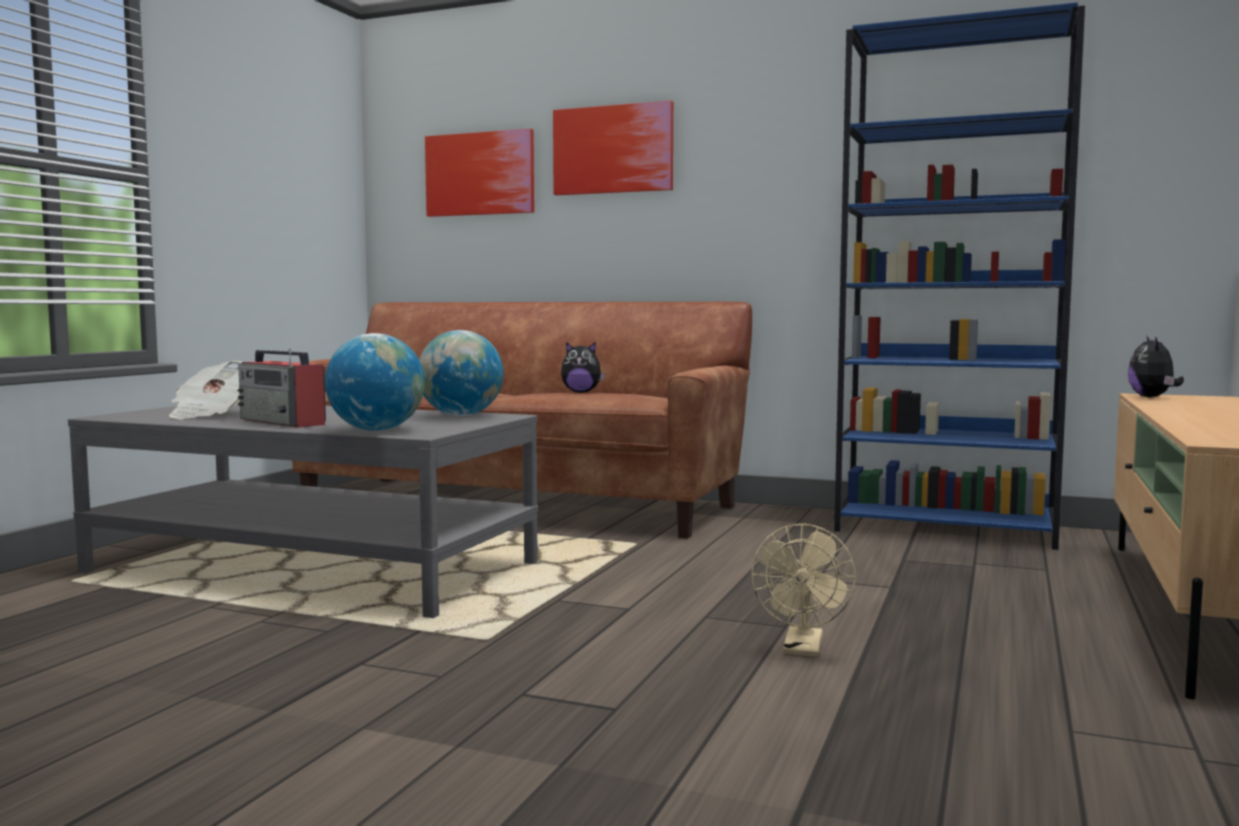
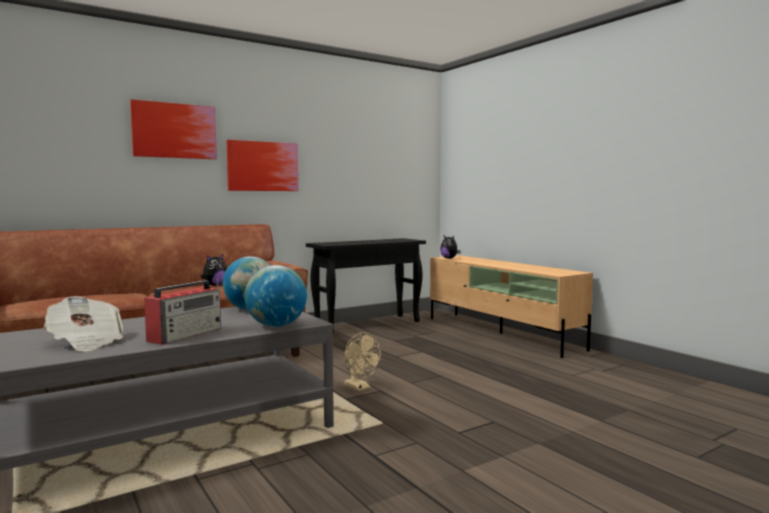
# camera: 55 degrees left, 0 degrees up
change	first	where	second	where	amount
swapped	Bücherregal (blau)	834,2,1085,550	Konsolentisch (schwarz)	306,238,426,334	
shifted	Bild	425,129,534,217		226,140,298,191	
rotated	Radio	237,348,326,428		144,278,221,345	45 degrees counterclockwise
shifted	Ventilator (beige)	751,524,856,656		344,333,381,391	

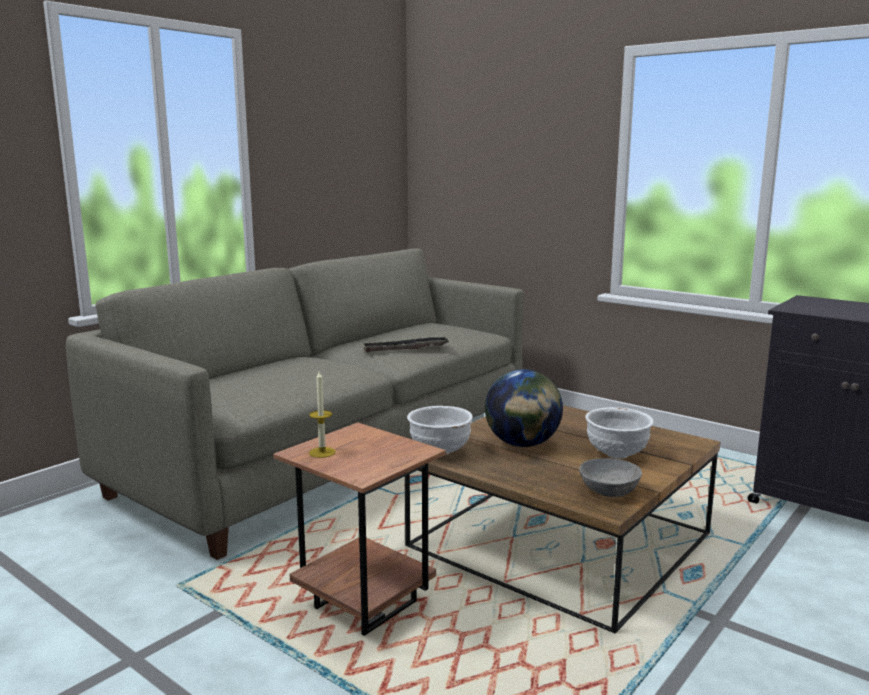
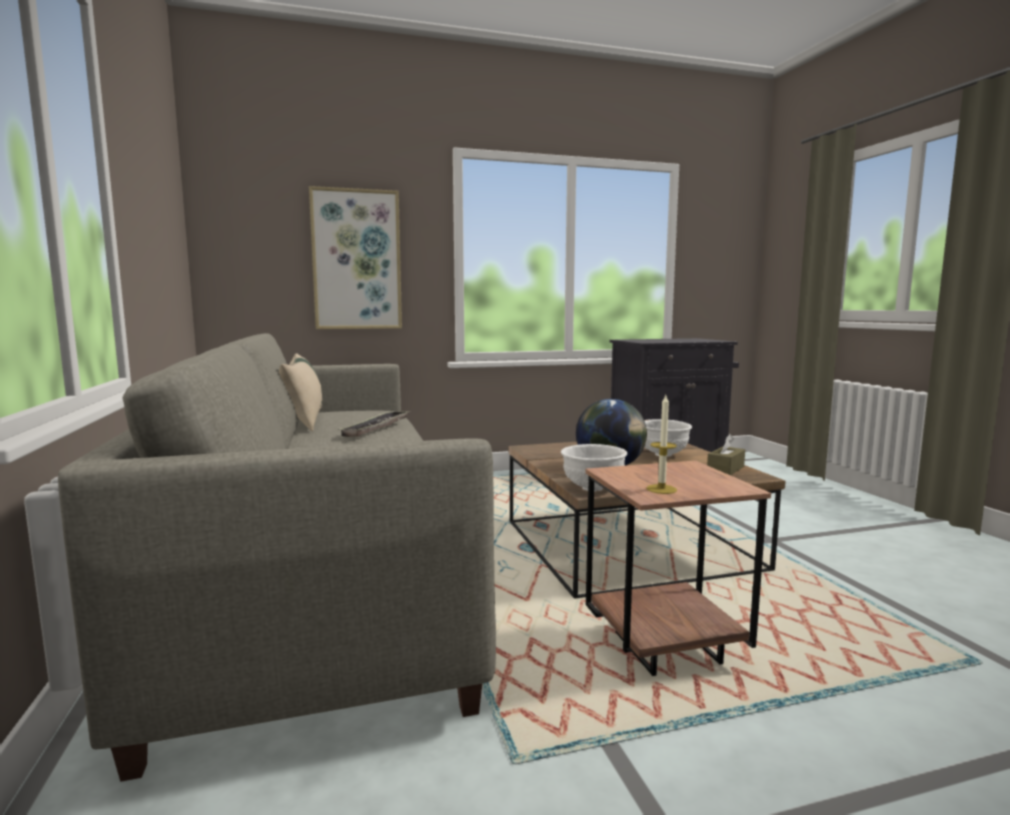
# camera: 55 degrees left, 5 degrees down
change	first	where	second	where	amount
swapped	Schüssel (grau)	579,458,642,497	Taschentuchbox (braun)	707,434,745,475	
new			Bild	309,186,402,329	
new			Kissen (beige)	279,353,322,431	

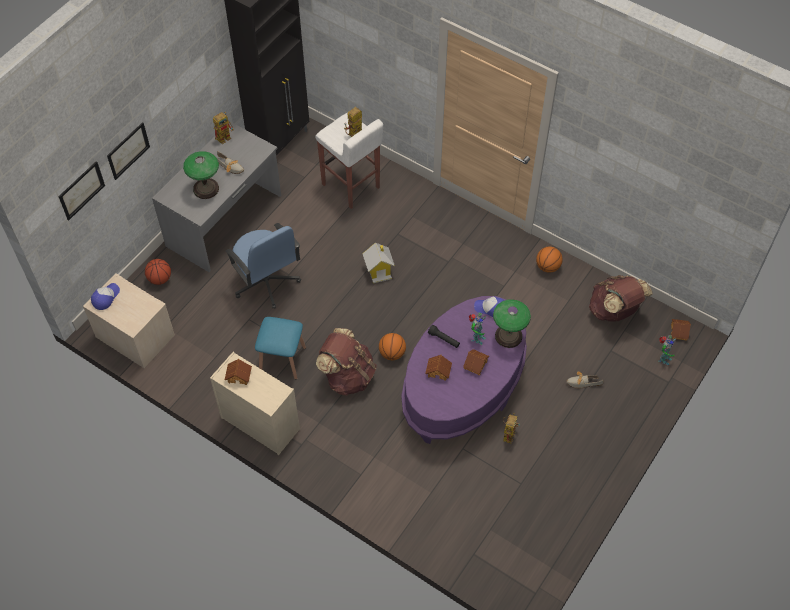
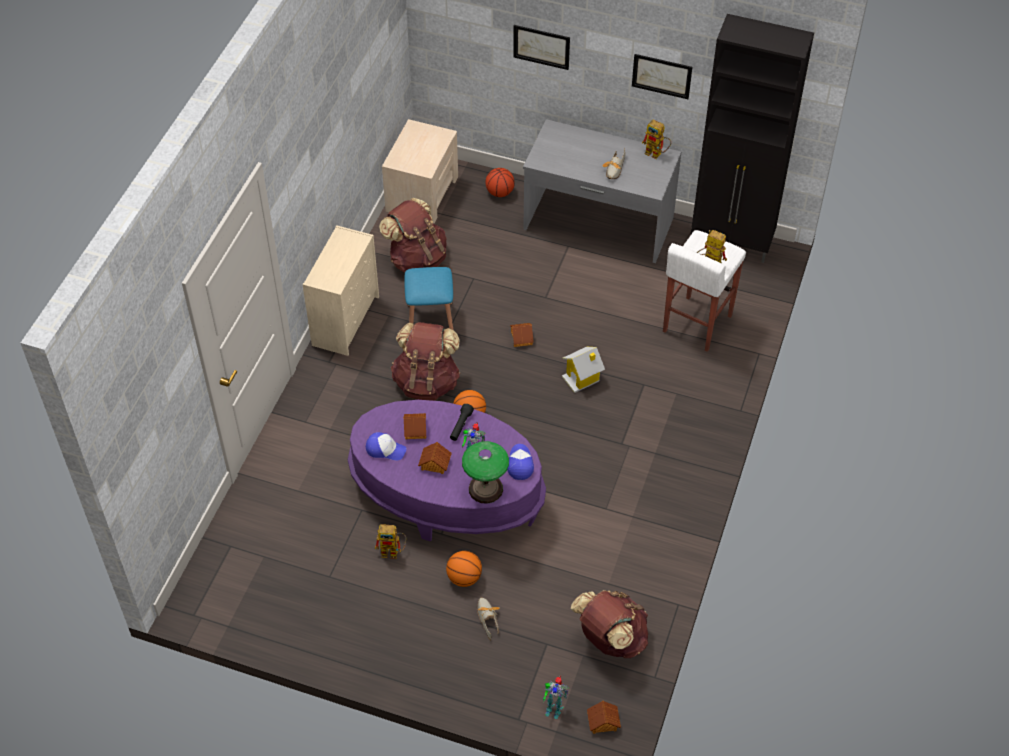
# camera: 75 degrees right, 5 degrees down
change	first	where	second	where	amount
gone	Tischlampe	183,151,219,199			
shifted	Bild	58,161,105,220		632,54,692,99	
gone	Bürostuhl (blau)	225,223,301,309			
shifted	Basketball	536,247,563,273		446,551,482,587	
shifted	Kappe	91,283,120,310		366,432,407,461	
shifted	Spielzeughaus	225,359,252,385		510,323,534,347	
new			Rucksack (braun)	379,198,447,273	

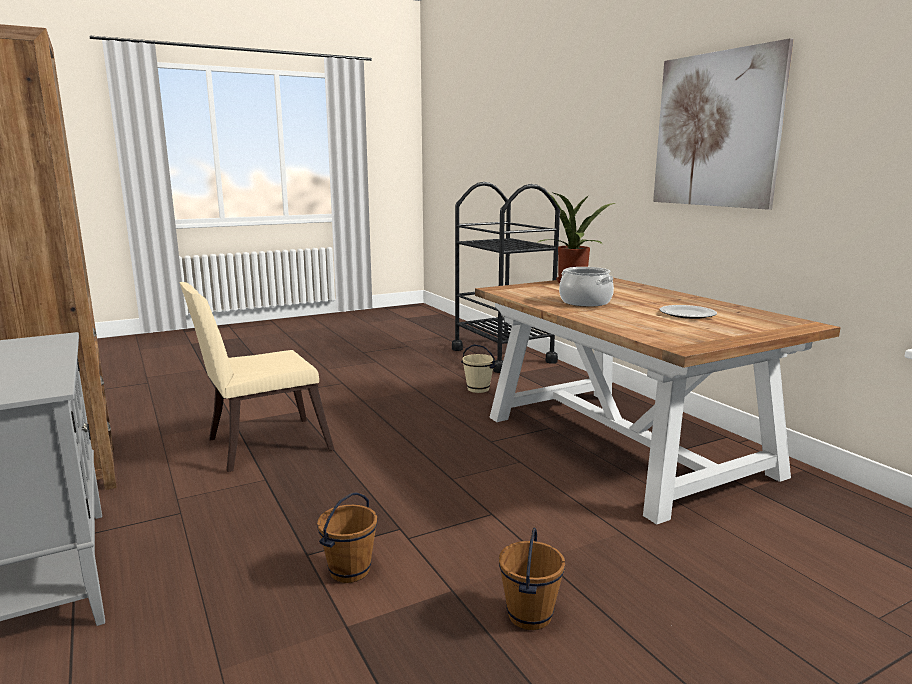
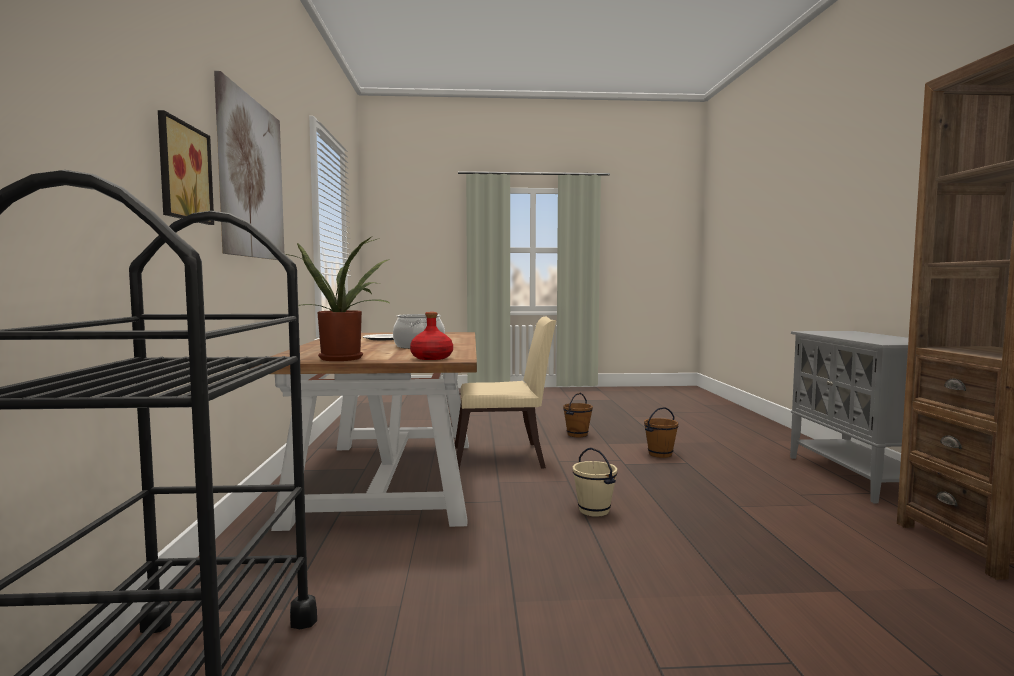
# camera: 155 degrees left, 10 degrees down
change	first	where	second	where	amount
shifted	Stuhl (beige)	179,282,335,472		455,316,556,469	
shifted	Eimer (beige)	461,344,496,393		573,447,617,517	
new			Bild	158,110,214,225	
new			Flasche (rot)	410,312,453,360	

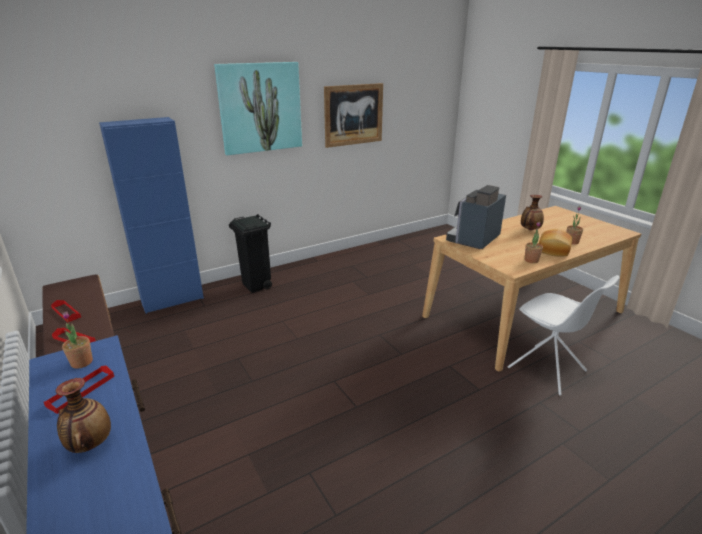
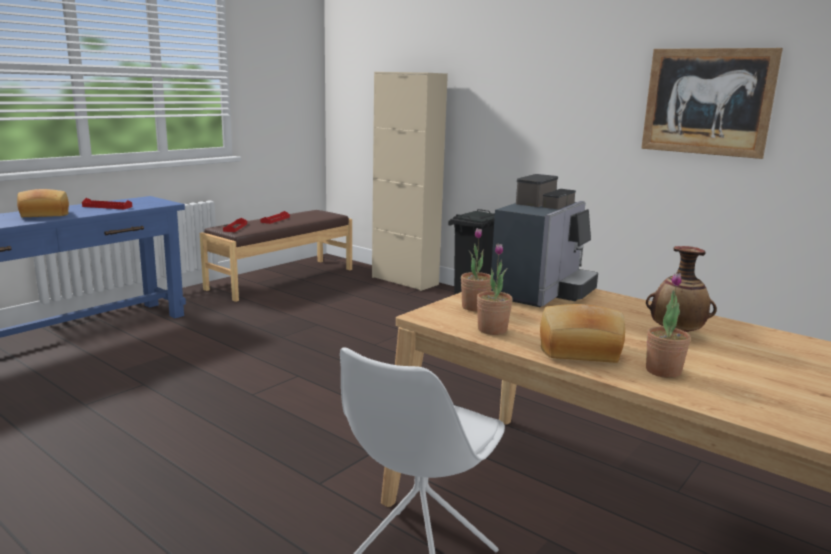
# camera: 70 degrees right, 10 degrees down
change	first	where	second	where	amount
gone	Bild	214,62,302,155			
repainted	Schrank (blau)	99,117,204,314	Schrank (beige)	372,72,448,291	
rotated	Kaffeemaschine	446,185,506,249		491,174,598,307	105 degrees clockwise
shifted	Topfpflanze	62,311,93,369		461,228,492,311	
swapped	Vase	56,378,111,453	Brot	17,189,69,217	

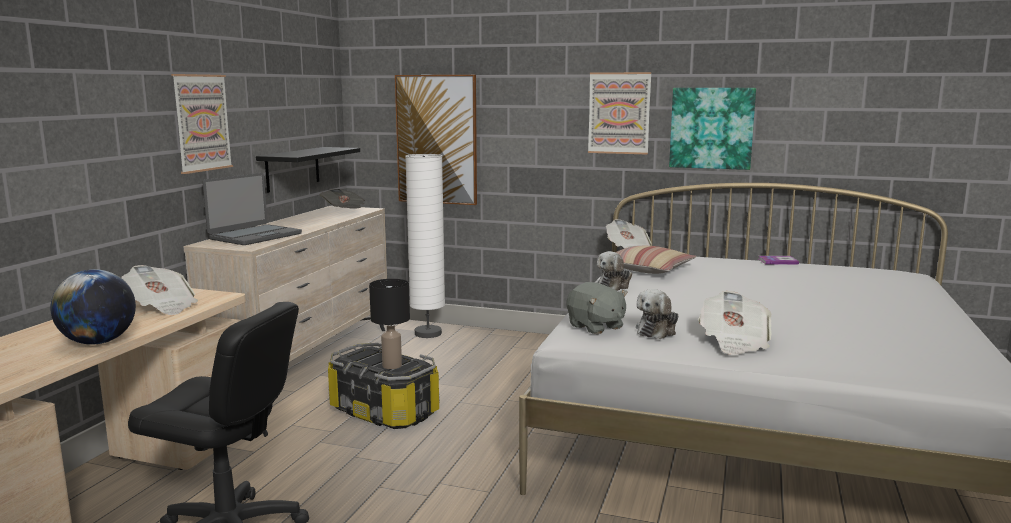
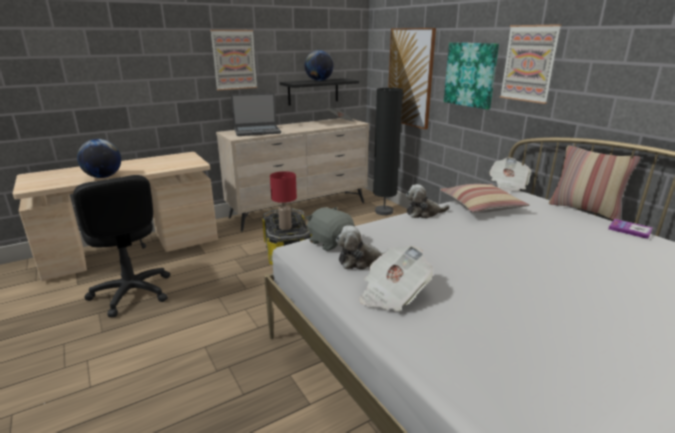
# camera: 40 degrees right, 10 degrees up
change	first	where	second	where	amount
shifted	Bild	669,88,756,170		444,42,499,110	
repainted	Stehlampe (weiß)	405,154,445,338	Stehlampe (schwarz)	373,88,403,215	
gone	Zeitung	122,265,198,315			
repainted	Tischlampe (schwarz)	369,279,410,369	Tischlampe (rot)	270,171,297,230	
rotated	Plüschtier (grau)	566,282,628,334		306,207,355,251	135 degrees clockwise
new			Globus	304,50,334,81	
new			Kissen	549,145,641,220	

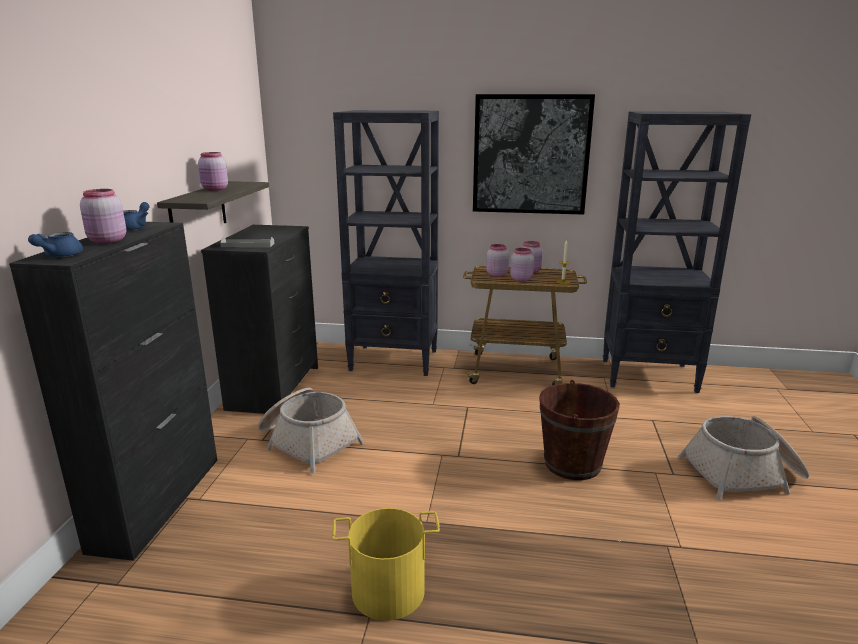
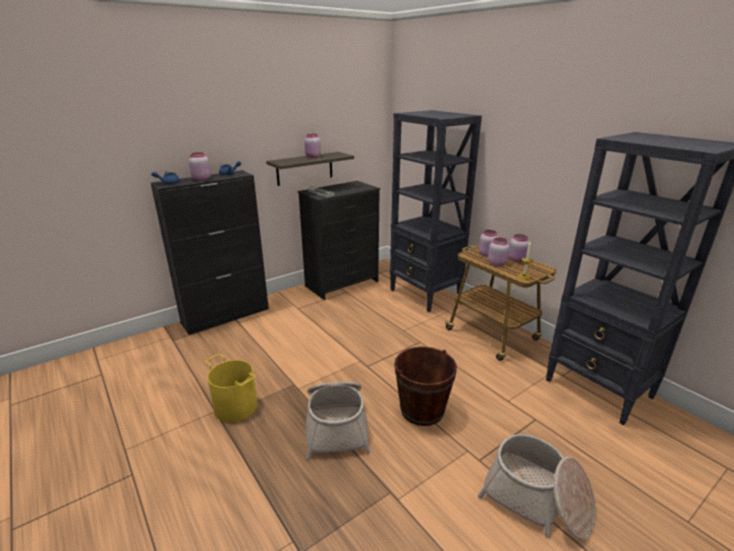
# camera: 45 degrees right, 5 degrees up
change	first	where	second	where	amount
gone	Bild	473,94,595,215			
shifted	Korb	258,388,364,473		306,382,371,460	

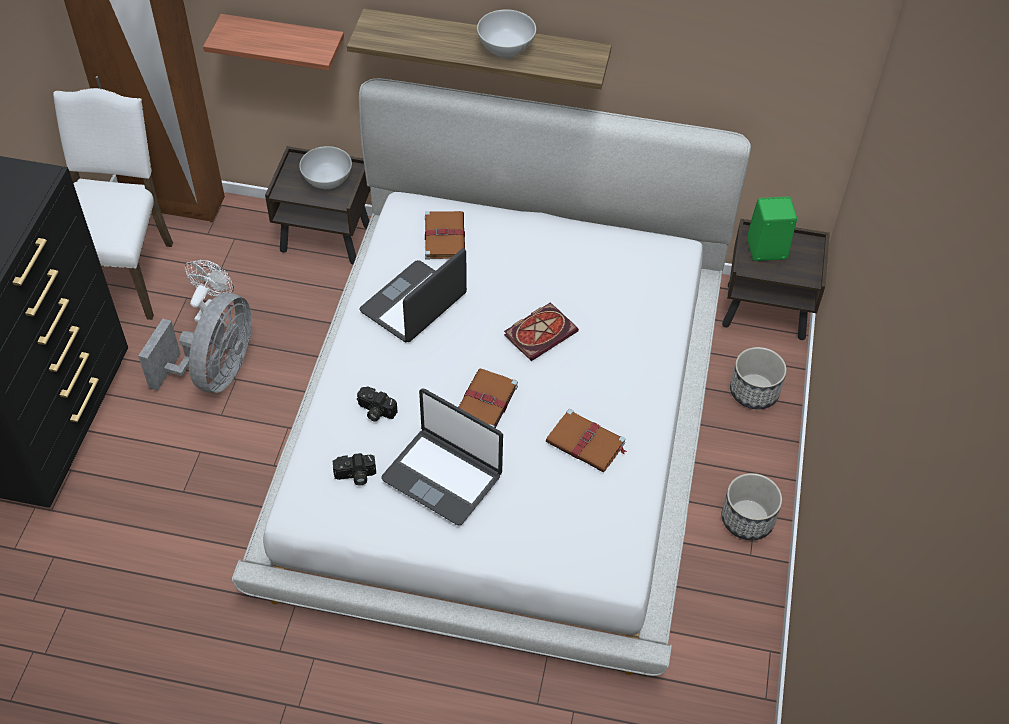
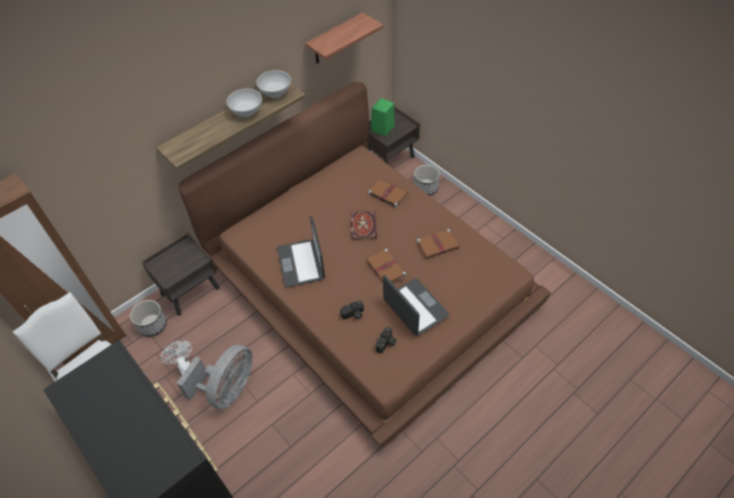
# camera: 50 degrees left, 0 degrees up
change	first	where	second	where	amount
shifted	Wandregal	203,14,344,70		305,13,384,64	
repainted	Bett (weiß)	232,78,751,676	Bett (braun)	178,82,551,448	
shifted	Schüssel (weiß)	299,146,352,189		256,70,291,98	
shifted	Buch (braun)	425,211,465,259		368,179,409,208	
rotated	Ventilator (grau)	138,293,252,393		177,345,253,409	60 degrees clockwise
rotated	Laptop	381,388,503,526		383,274,450,336	105 degrees counterclockwise
shifted	Pflanzkübel	722,473,782,540		130,300,167,337	

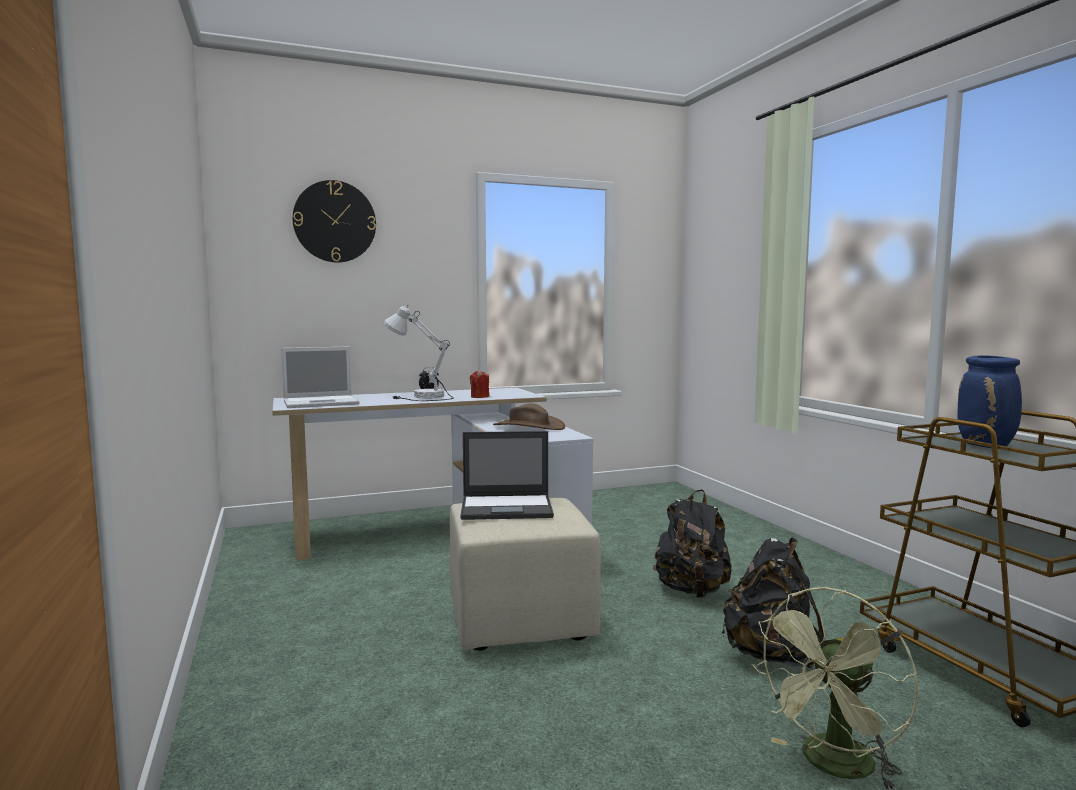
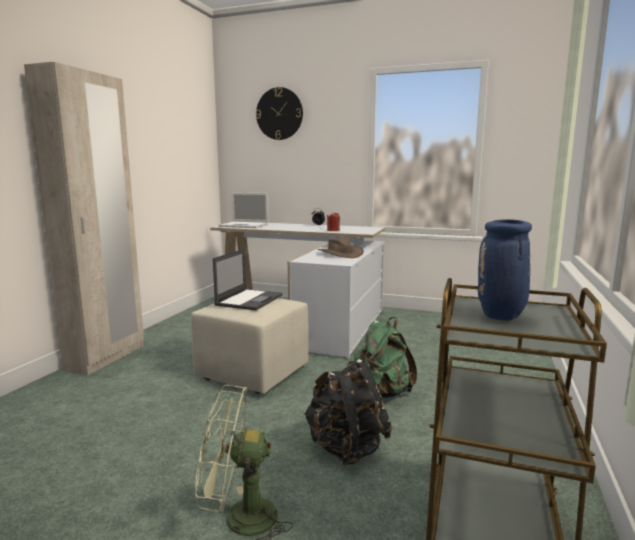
# camera: 40 degrees right, 5 degrees up
change	first	where	second	where	amount
gone	Tischlampe (weiß)	384,305,454,401			
rotated	Laptop	460,431,554,520		213,249,283,311	105 degrees counterclockwise
repainted	Rucksack (schwarz)	653,489,732,598	Rucksack (grün)	354,317,417,398	
new			Kleiderschrank (beige)	24,62,144,376	

